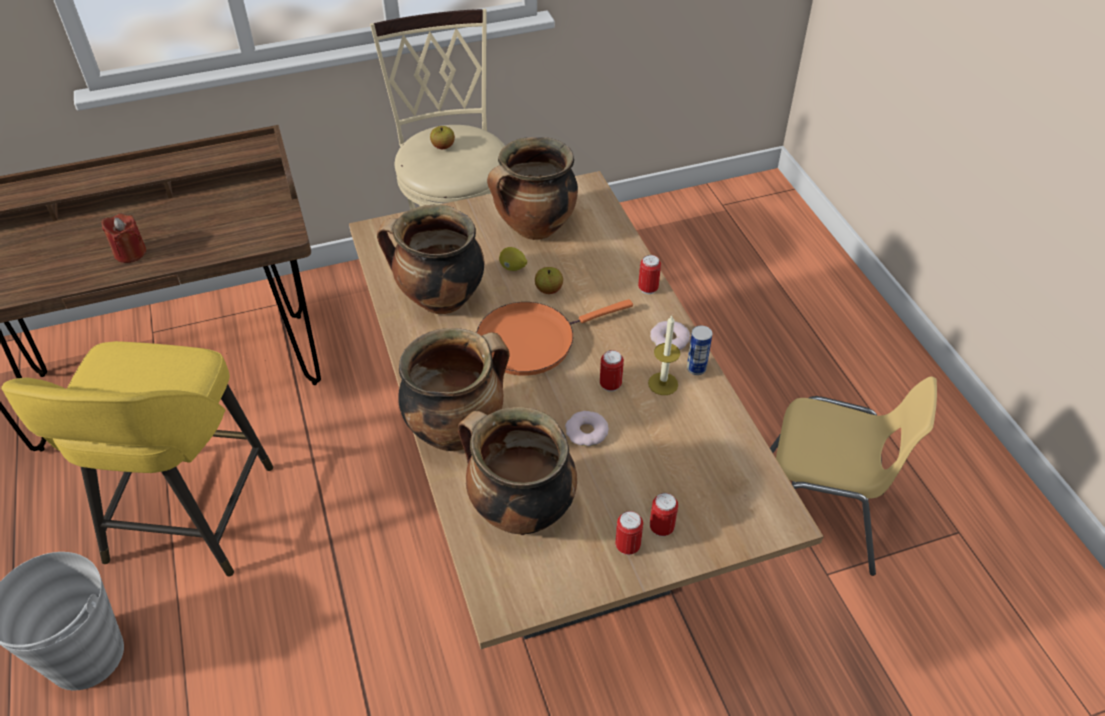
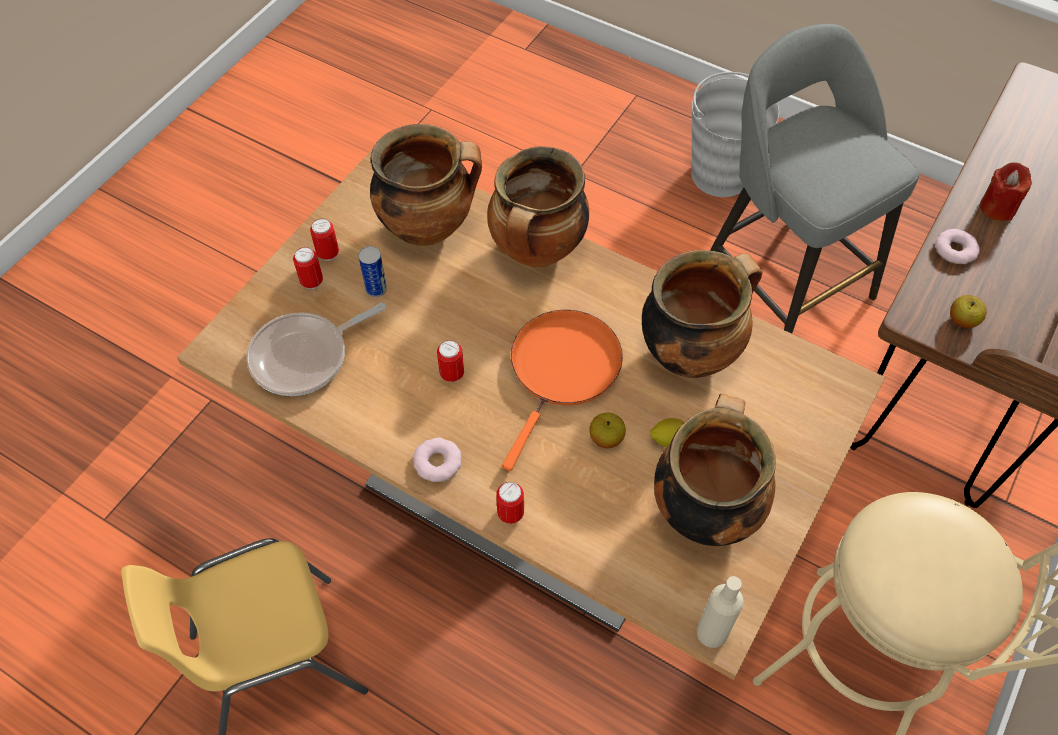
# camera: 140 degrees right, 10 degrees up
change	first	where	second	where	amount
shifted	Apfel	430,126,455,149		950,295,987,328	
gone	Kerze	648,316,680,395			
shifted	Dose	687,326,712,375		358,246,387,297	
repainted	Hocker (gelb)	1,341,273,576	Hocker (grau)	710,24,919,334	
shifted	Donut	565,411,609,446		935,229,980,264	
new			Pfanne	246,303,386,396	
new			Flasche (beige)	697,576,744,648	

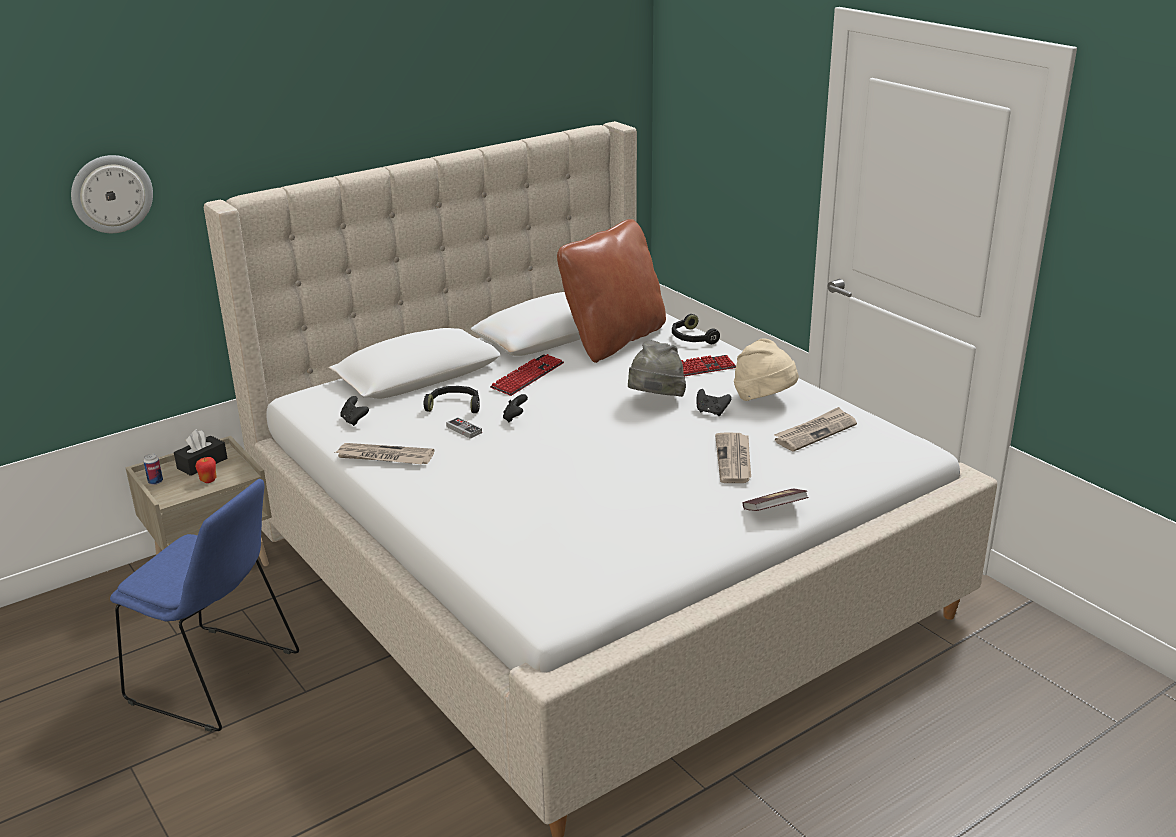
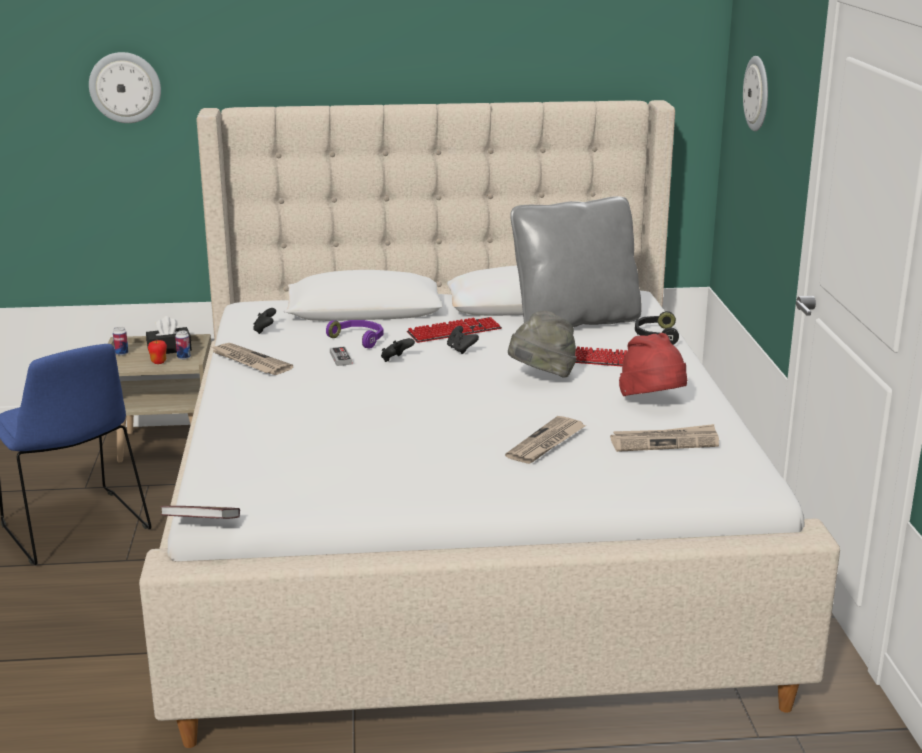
# camera: 30 degrees right, 5 degrees down
change	first	where	second	where	amount
repainted	Kissen (braun)	557,219,666,363	Kissen (grau)	510,196,642,327	
repainted	Hut (beige)	734,338,799,401	Hut (rot)	619,333,687,396	
repainted	Kopfhörer (schwarz)	424,386,480,413	Kopfhörer (lila)	326,320,384,348	
shifted	Gamepad (schwarz)	697,389,732,416		447,326,479,354	
shifted	Buch	742,488,809,511		160,506,240,519	
new			Wanduhr	743,56,768,131	
new			Dose	175,331,191,360	

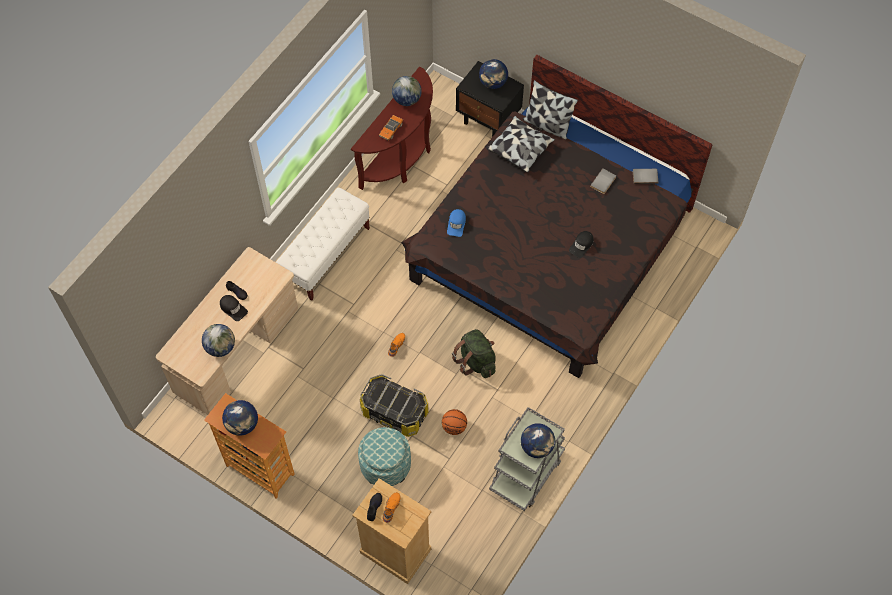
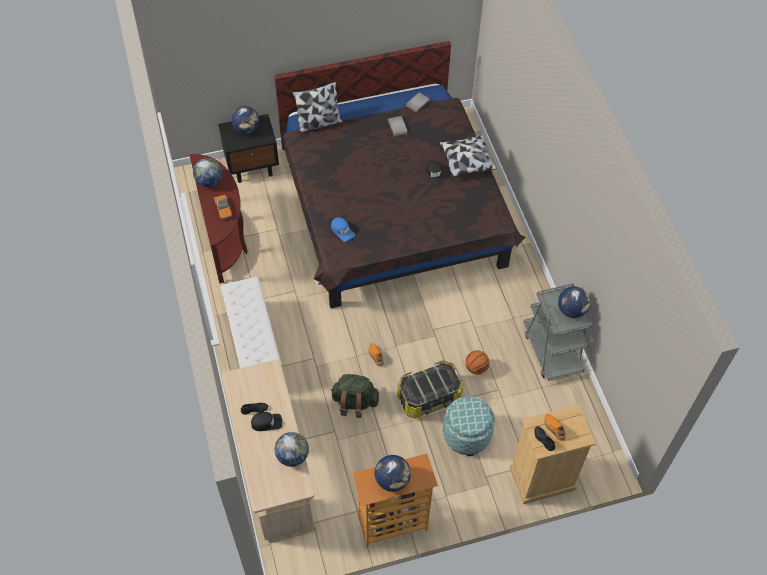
# camera: 50 degrees left, 5 degrees down
change	first	where	second	where	amount
shifted	Kissen	486,116,555,173		440,135,497,178	
shifted	Rucksack (grün)	452,329,496,378		330,374,379,418	

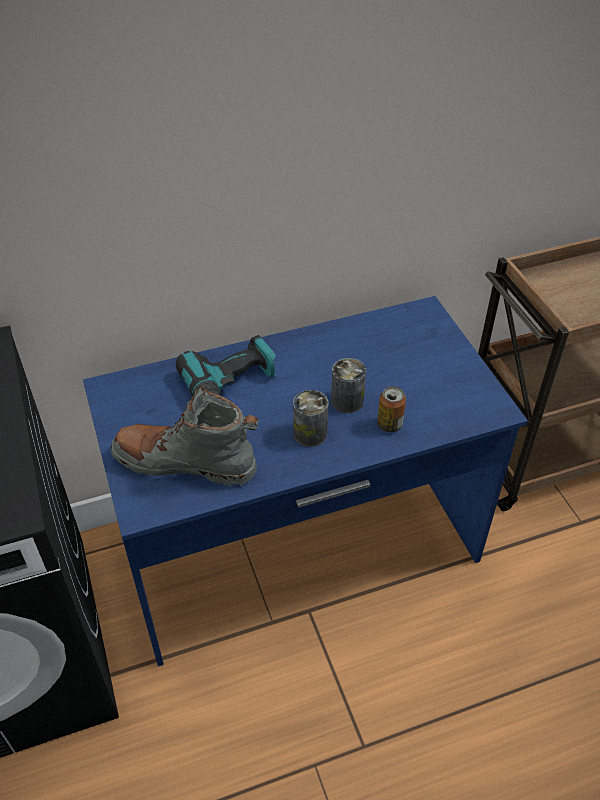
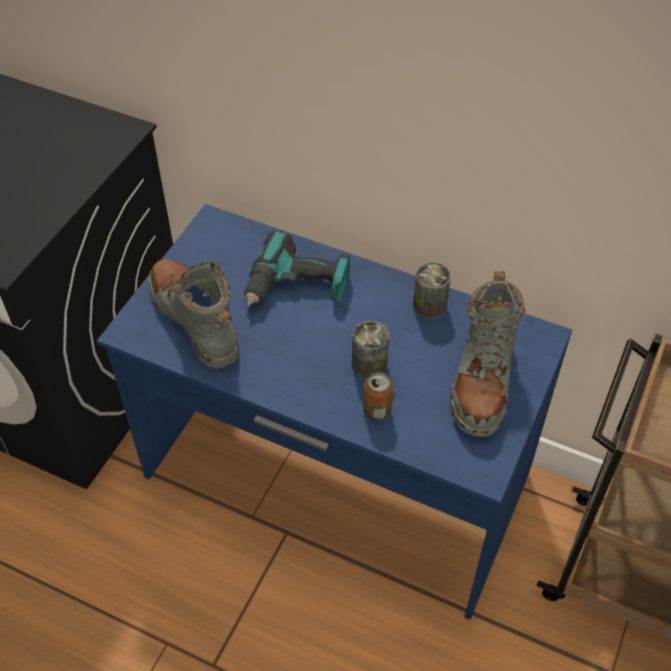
# camera: 45 degrees right, 5 degrees up
change	first	where	second	where	amount
shifted	Dose	293,390,328,447		413,263,451,319	
new			Stiefel (grau)	450,271,525,437	

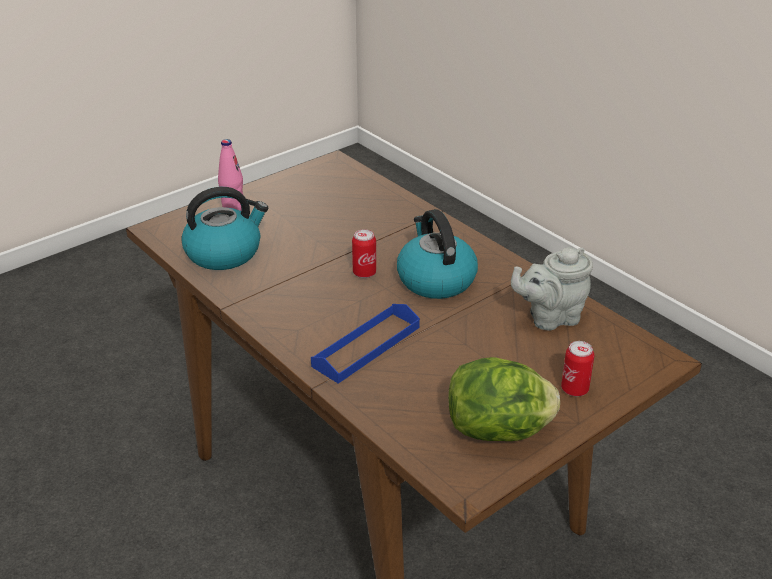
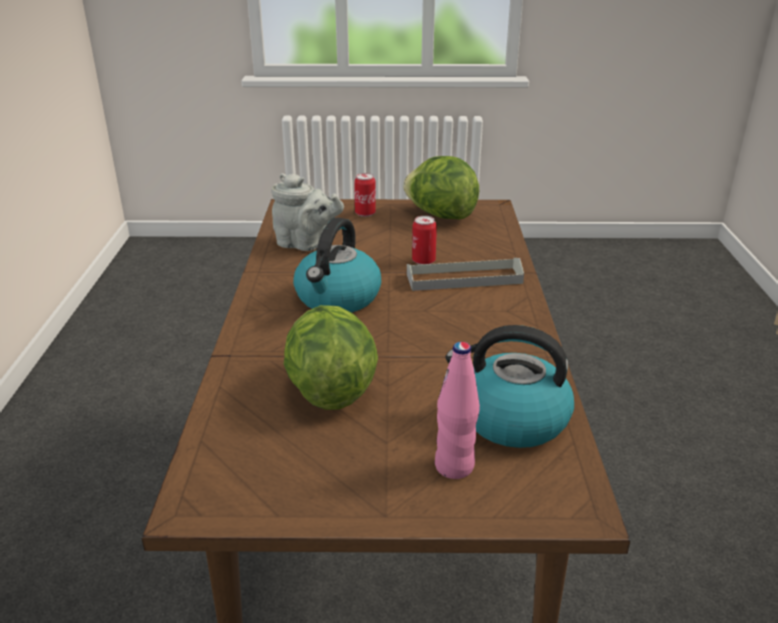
# camera: 140 degrees left, 5 degrees down
change	first	where	second	where	amount
shifted	Dose	352,229,376,278		412,216,437,265	
repainted	Tablett (blau)	311,304,420,384	Tablett (grau)	407,258,524,291	
new			Salatkopf	284,305,378,410	

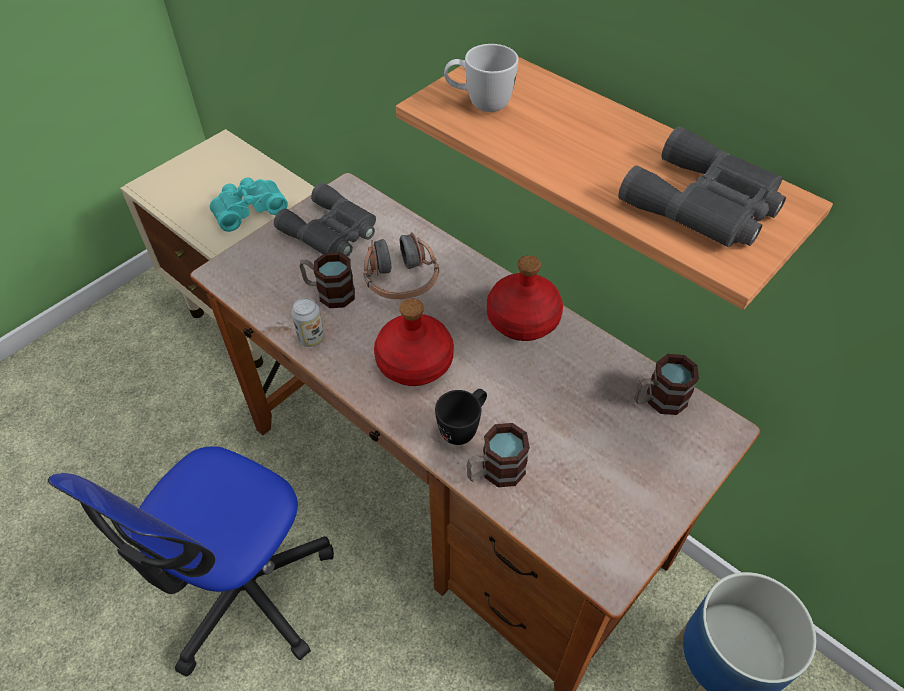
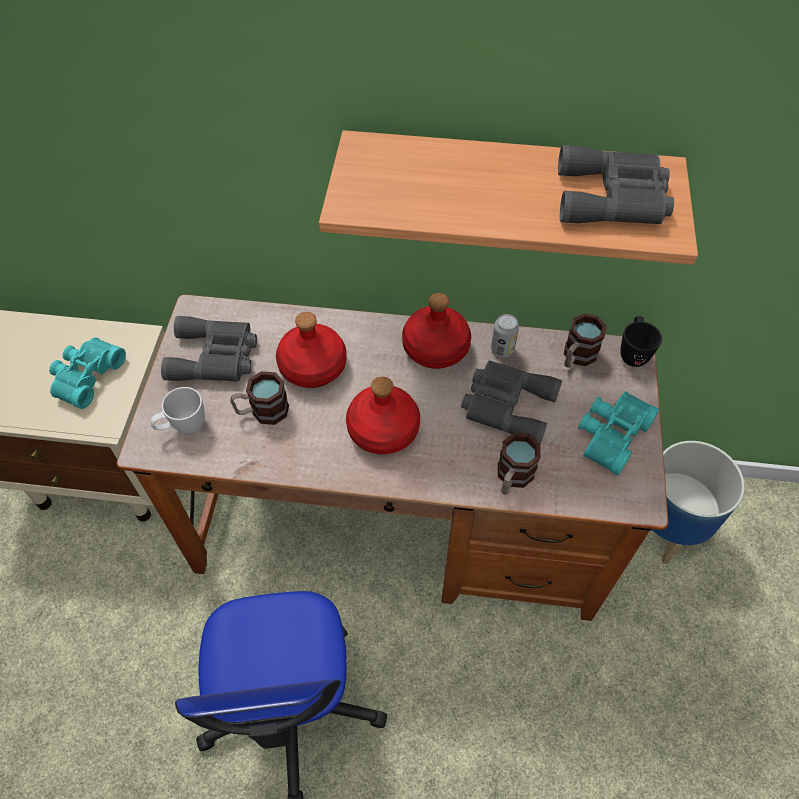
# camera: 35 degrees left, 5 degrees up
change	first	where	second	where	amount
shifted	Henkelbecher (weiß)	444,44,518,112		150,387,205,434	
swapped	Kopfhörer	363,232,439,299	Flasche (rot)	276,312,347,388	
shifted	Dose	291,298,325,347		491,314,519,357	
shifted	Henkelbecher (schwarz)	435,389,487,445		621,316,662,367	
new			Fernglas (grau)	461,360,562,444	
new			Fernglas (türkis)	578,391,659,476	

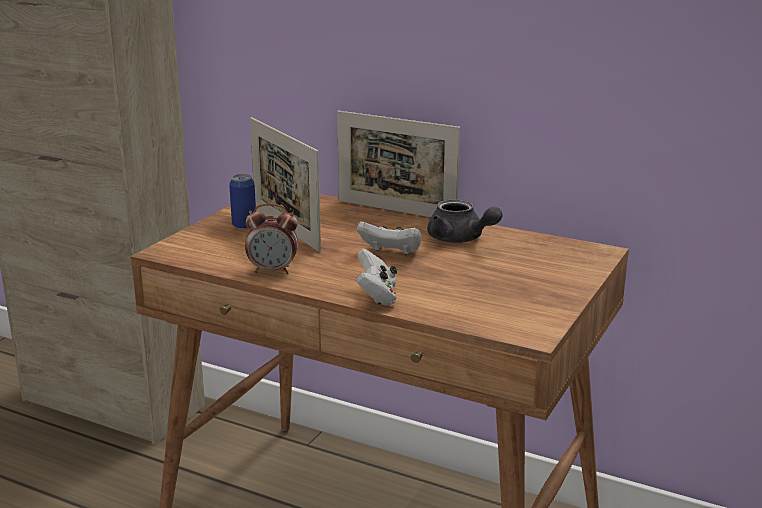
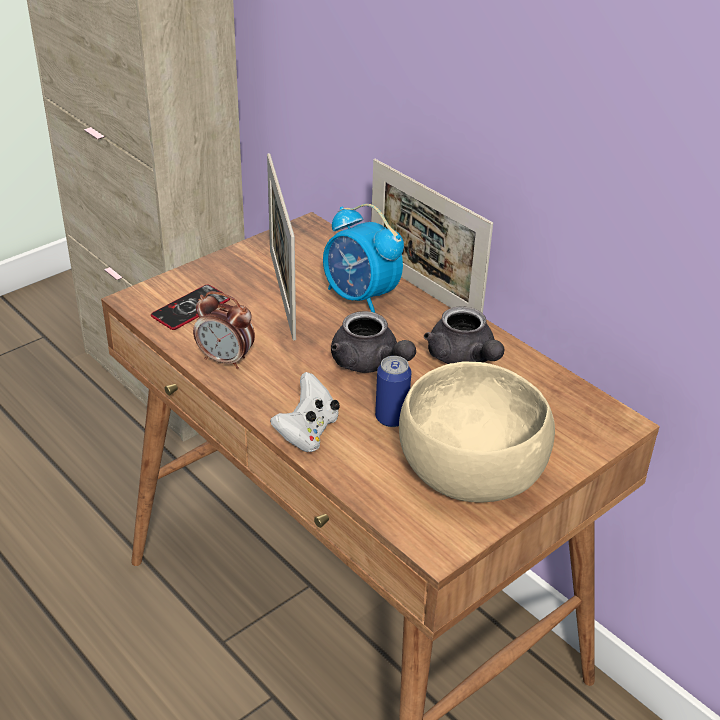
# camera: 20 degrees right, 15 degrees up
change	first	where	second	where	amount
shifted	Dose	229,174,256,229		375,356,411,427	
swapped	Gamepad (weiß)	357,221,421,255	Teekanne (grau)	331,311,416,373	
new			Wecker	323,204,404,313	
new			Handy	151,285,230,330	
new			Schüssel (beige)	399,362,555,502	

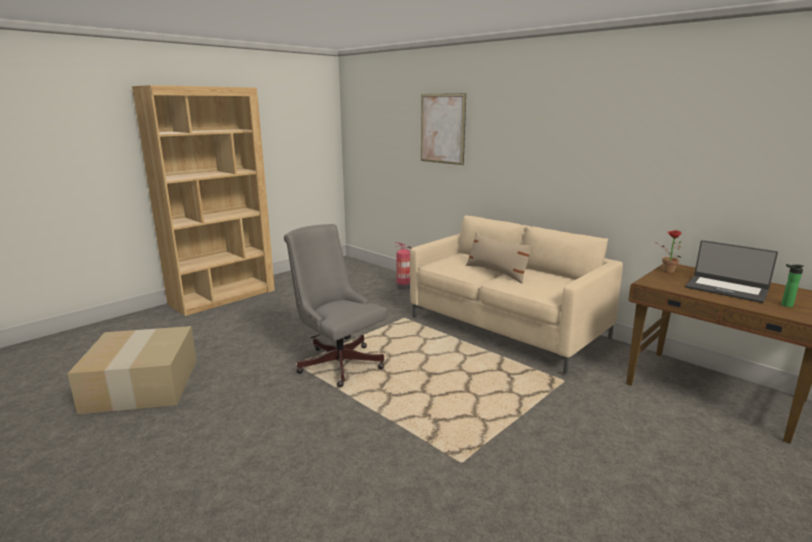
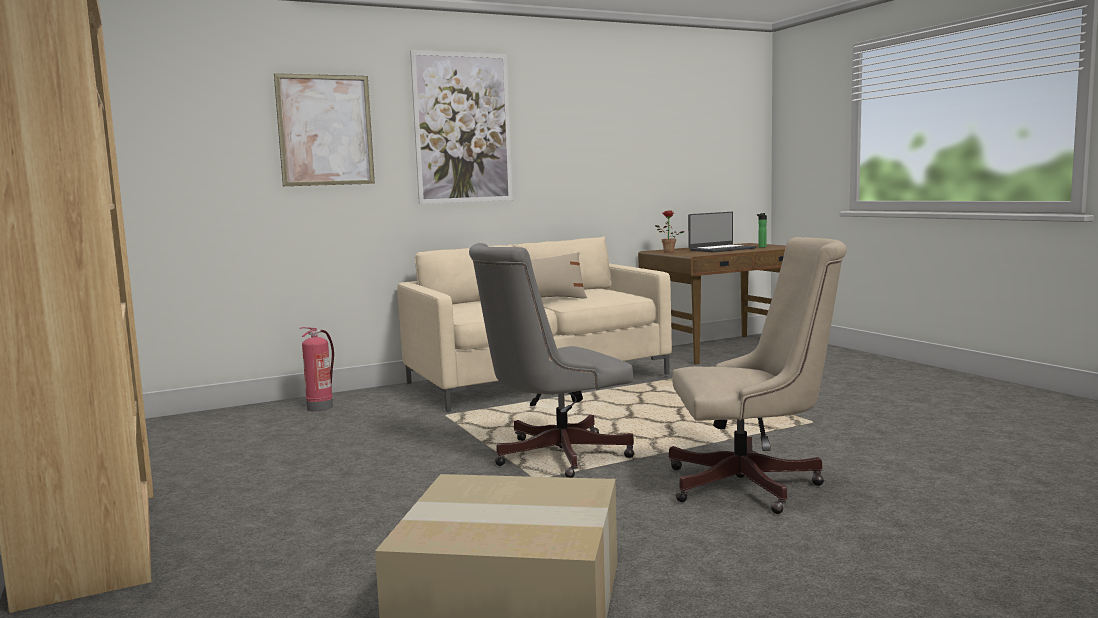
# camera: 70 degrees left, 10 degrees down
change	first	where	second	where	amount
new			Bild	410,50,513,204	
new			Bürostuhl (beige)	669,237,847,514	

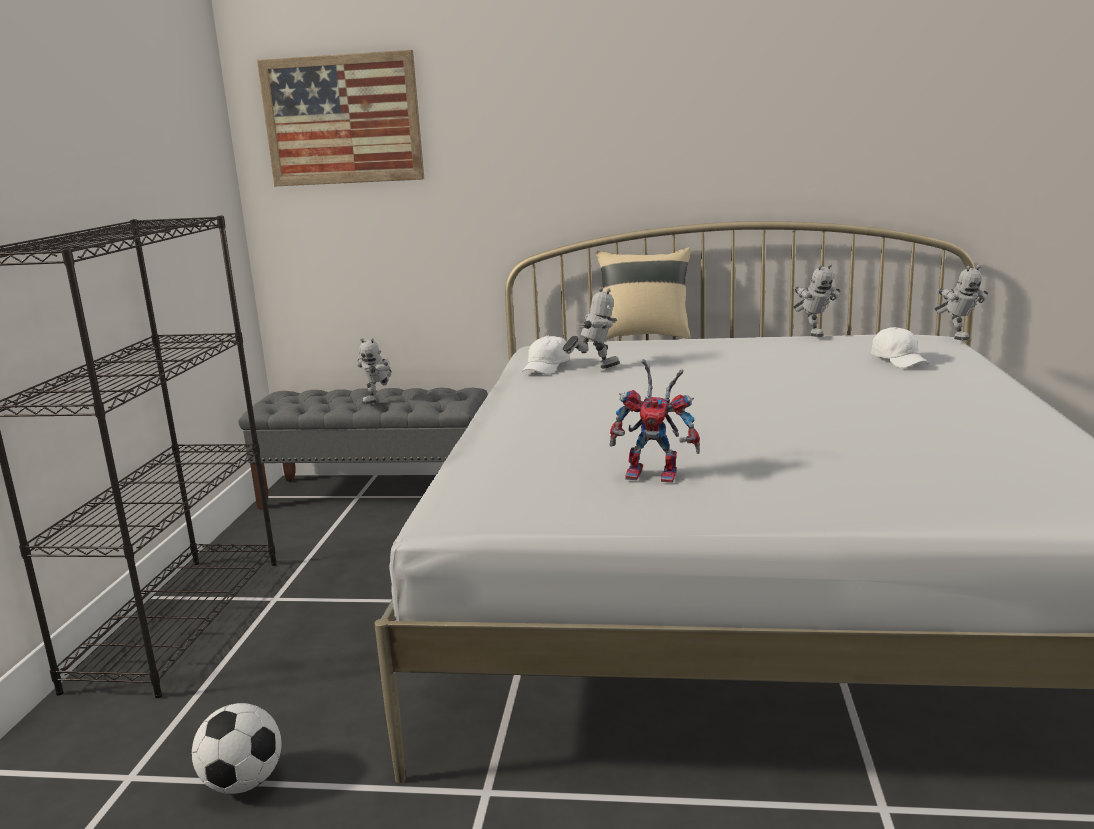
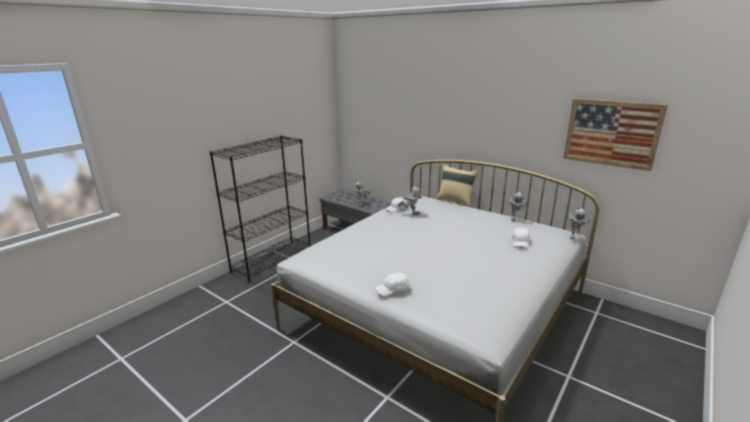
# camera: 30 degrees right, 5 degrees up
change	first	where	second	where	amount
shifted	Bild	257,50,424,186		563,98,668,171	
gone	Spielzeugroboter	610,359,700,483			
gone	Fußball	192,703,282,794			
new			Kappe (weiß)	375,272,410,296	

